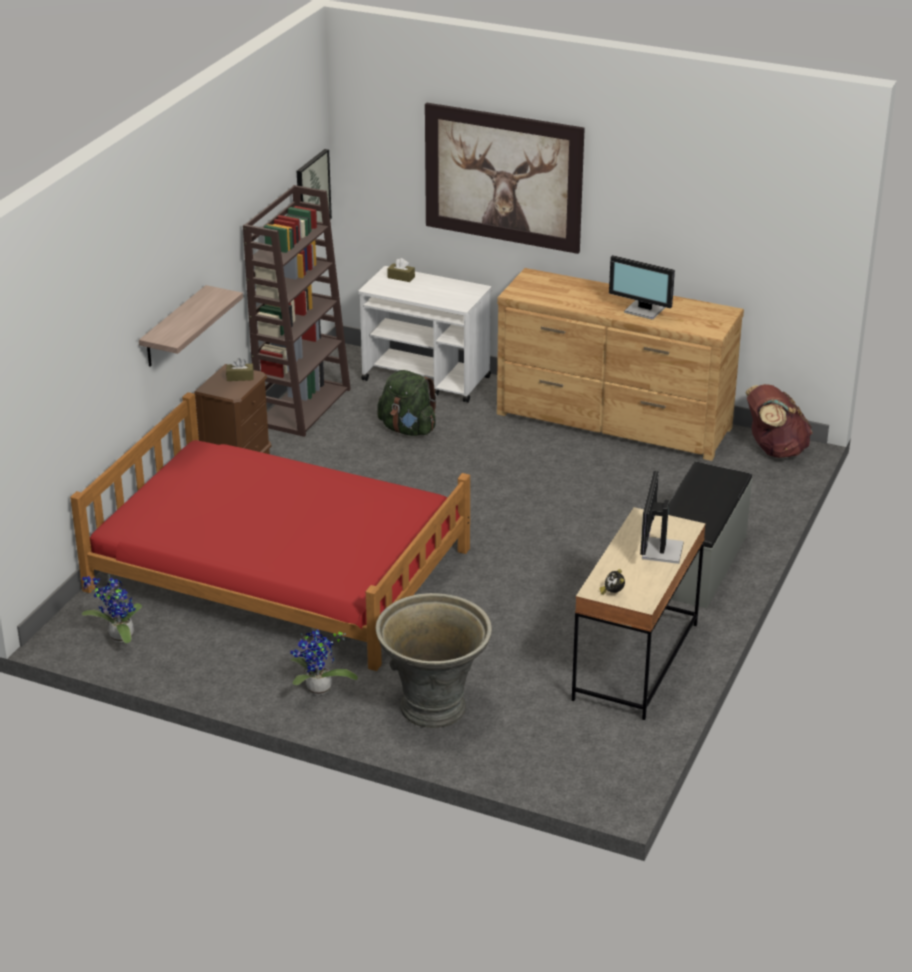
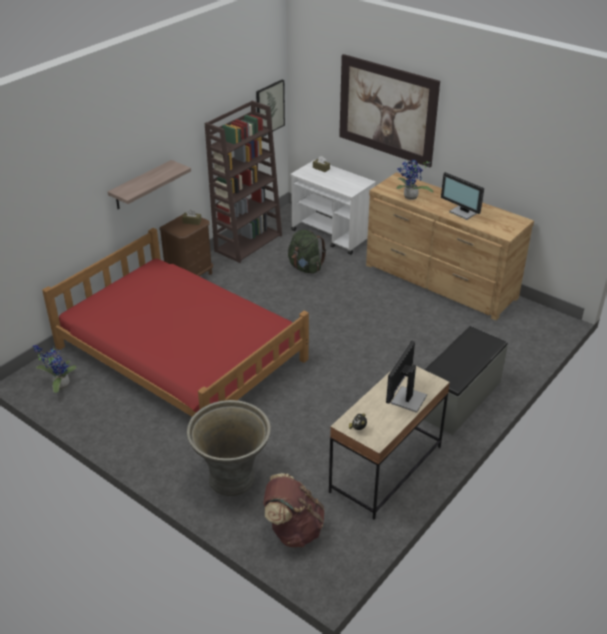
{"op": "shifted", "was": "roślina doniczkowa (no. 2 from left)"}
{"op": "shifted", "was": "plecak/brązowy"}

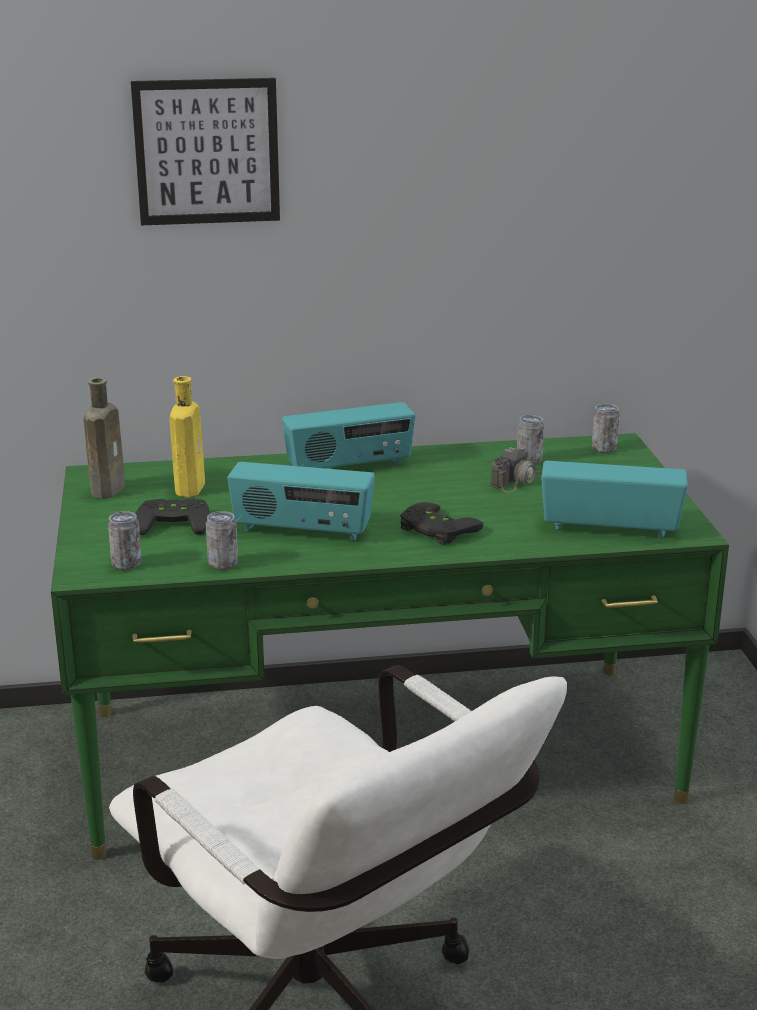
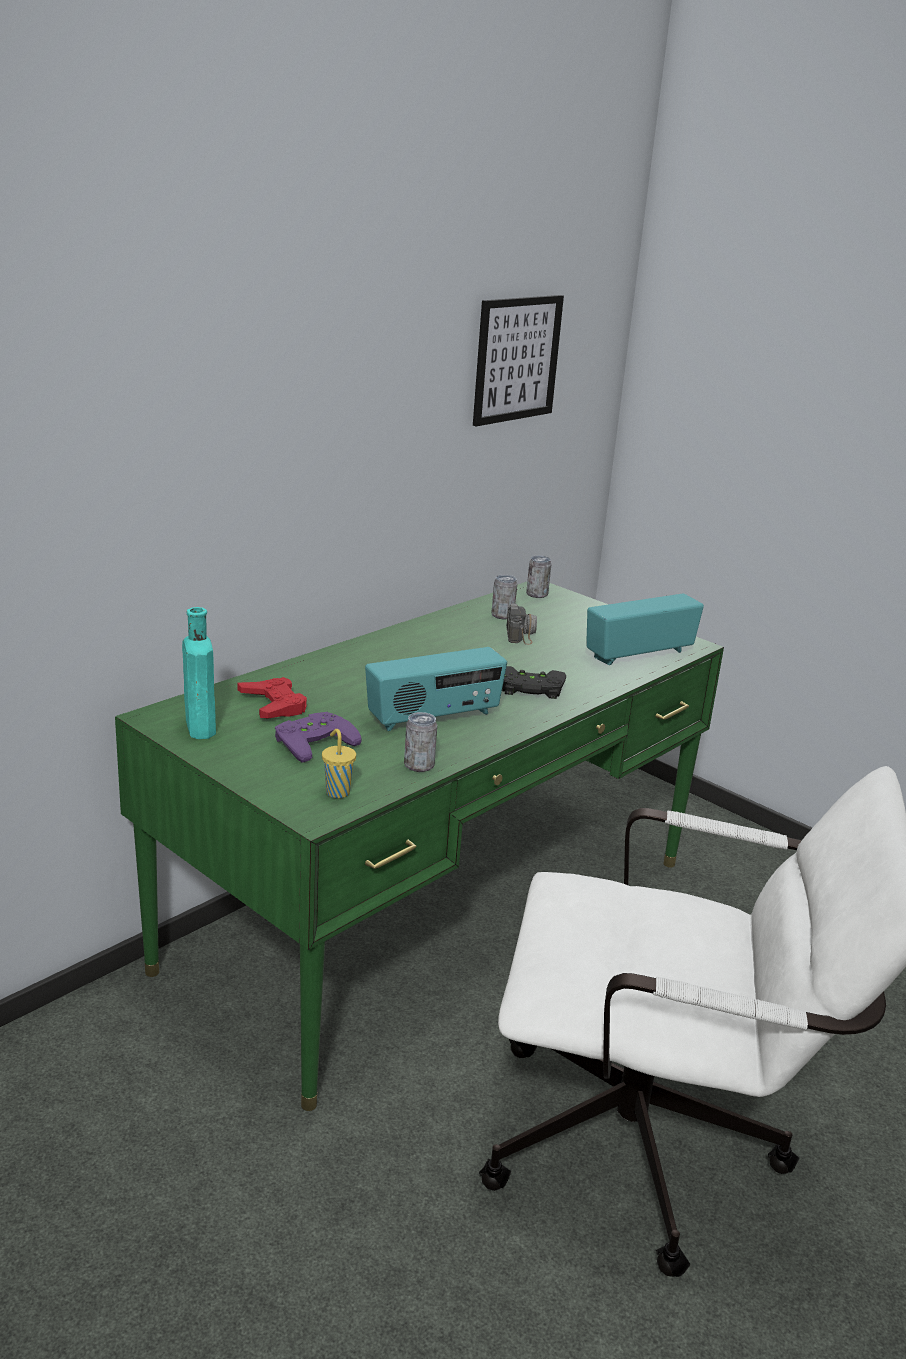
{"op": "gone", "was": "radio (no. 2 from left)"}
{"op": "shifted", "was": "obraz"}
{"op": "swapped", "was": "puszka (no. 1 from left)", "now": "filiżanka/żółty"}
{"op": "swapped", "was": "butelka/żółty", "now": "pad do gier/czerwony"}
{"op": "repainted", "was": "butelka/brązowy", "now": "butelka/turkusowy"}
{"op": "repainted", "was": "pad do gier/czarny (no. 1 from left)", "now": "pad do gier/fioletowy"}

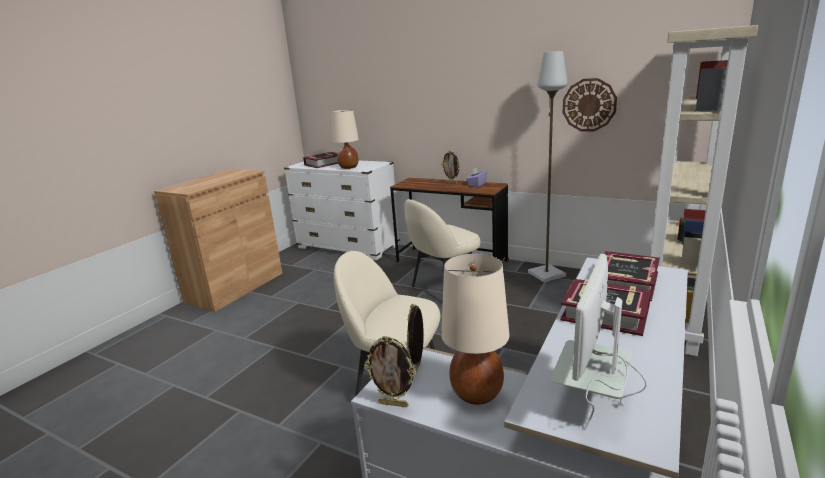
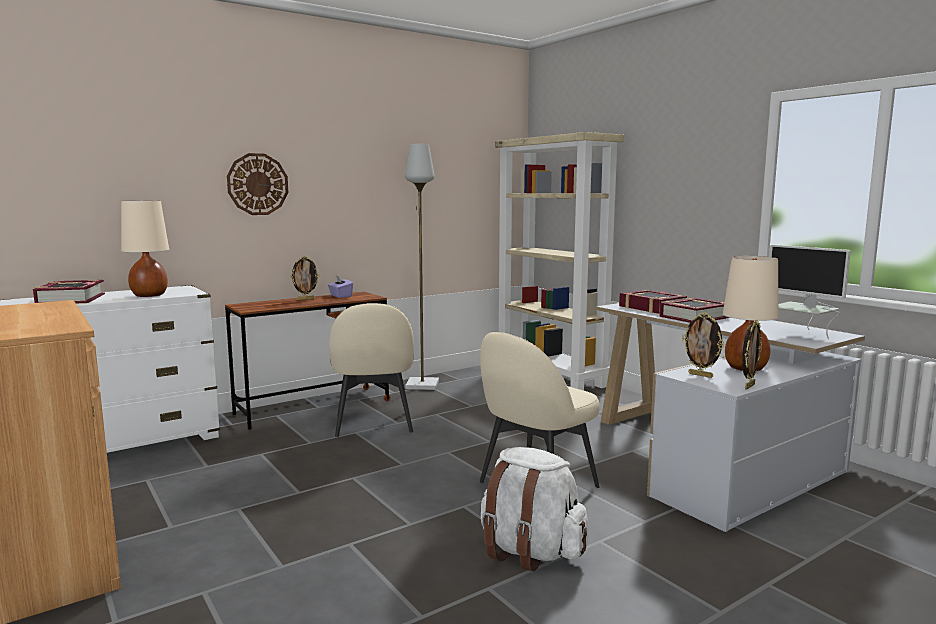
{"op": "new", "now": "plecak/biały"}
{"op": "shifted", "was": "zegar ścienny"}

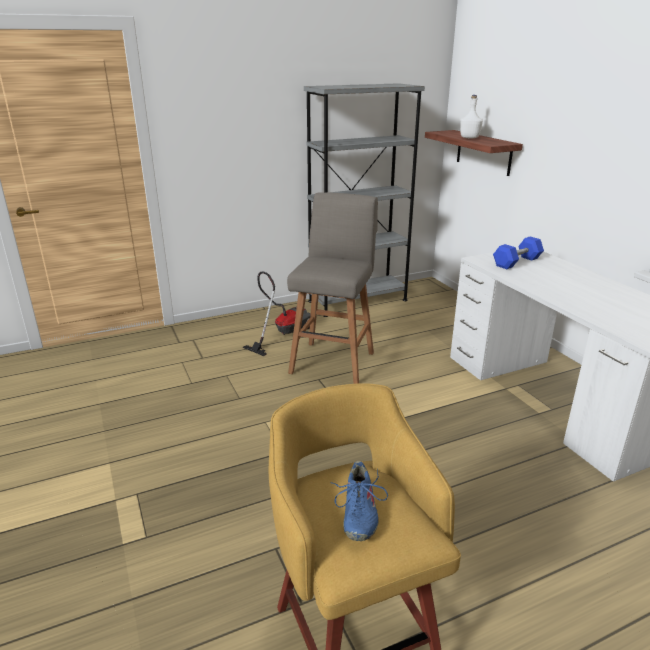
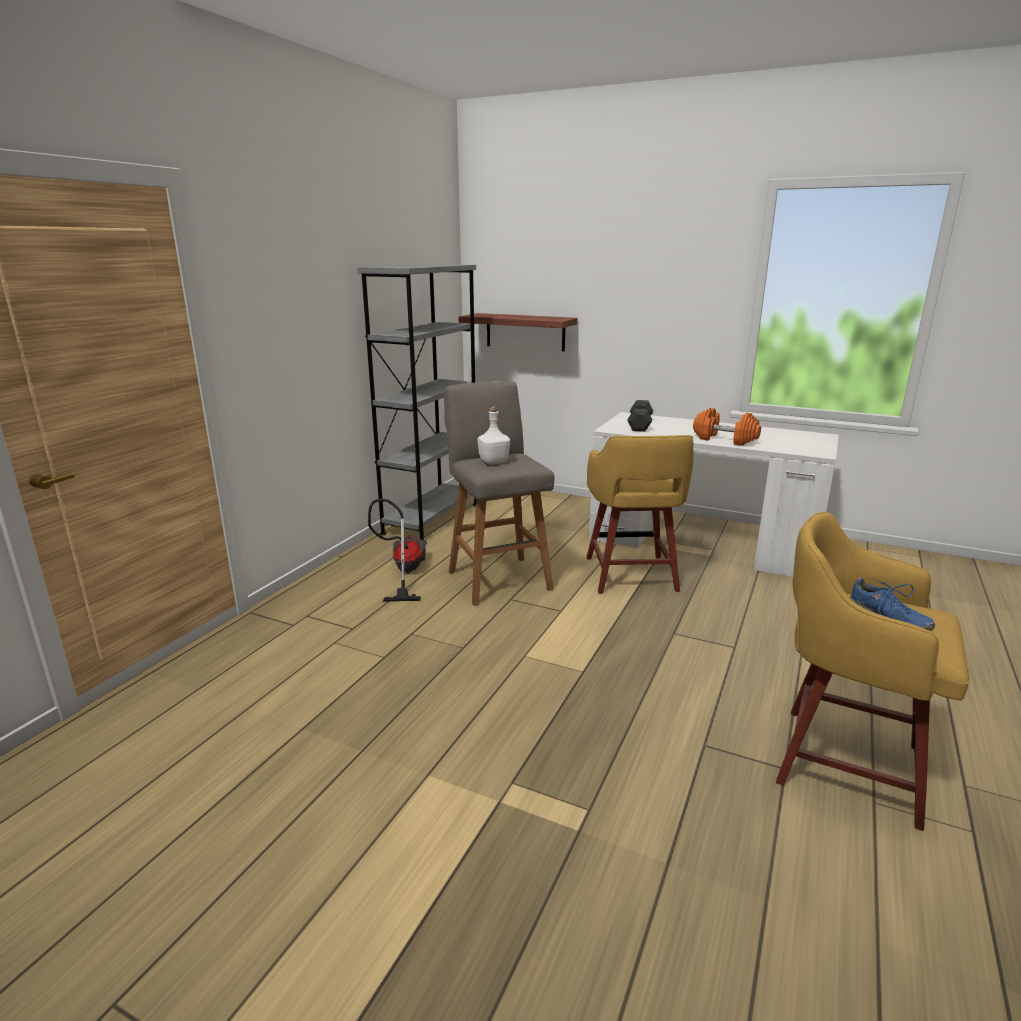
{"op": "new", "now": "stołek/żółty (no. 1 from left)"}
{"op": "new", "now": "hantel/pomarańczowy"}
{"op": "shifted", "was": "butelka/biały"}
{"op": "repainted", "was": "hantel/niebieski", "now": "hantel/szary"}

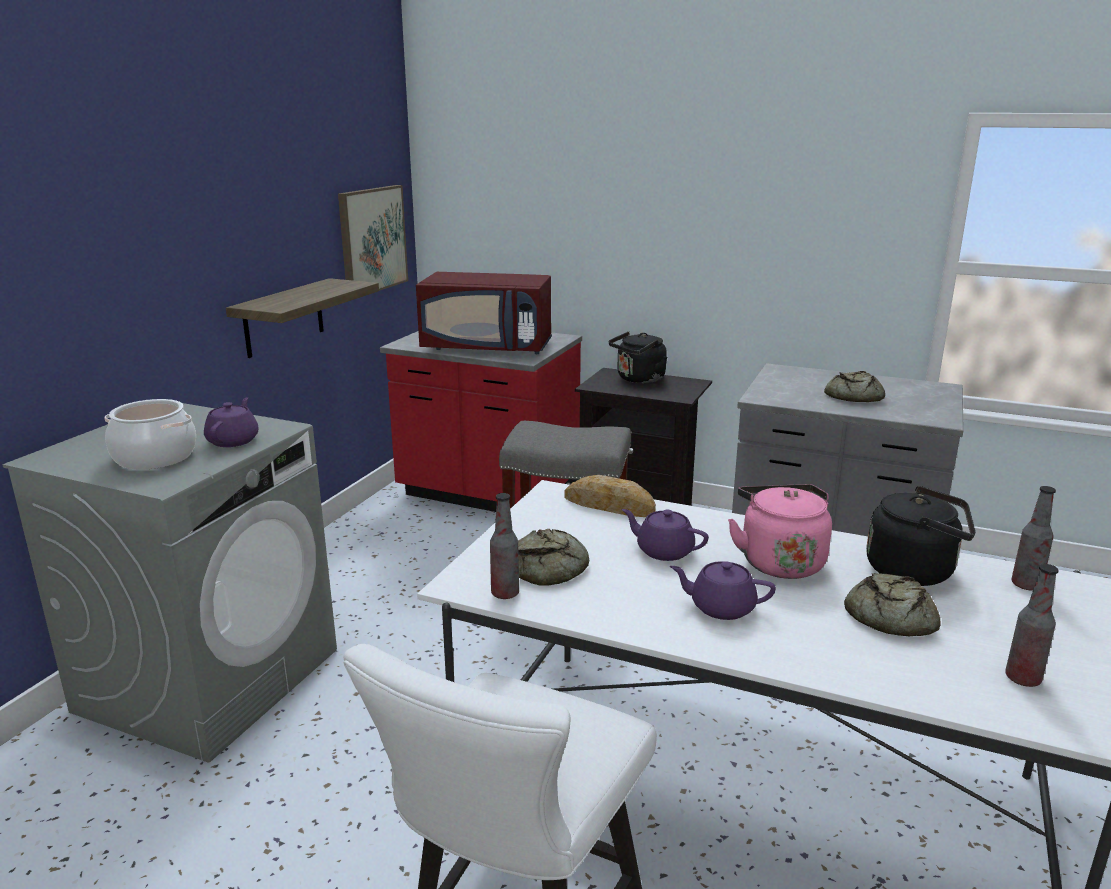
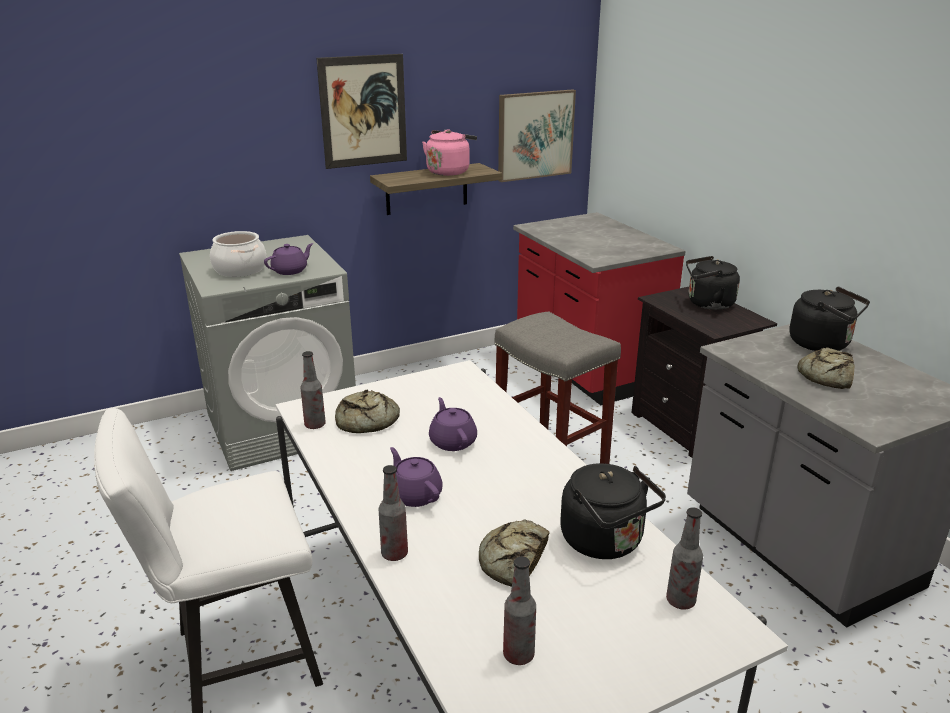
{"op": "gone", "was": "mikrofalówka/czerwony"}
{"op": "gone", "was": "chleb (no. 2 from left)"}
{"op": "new", "now": "obraz (no. 1 from left)"}
{"op": "new", "now": "butelka (no. 2 from left)"}
{"op": "new", "now": "czajnik/czarny (no. 3 from left)"}
{"op": "shifted", "was": "czajnik/różowy"}

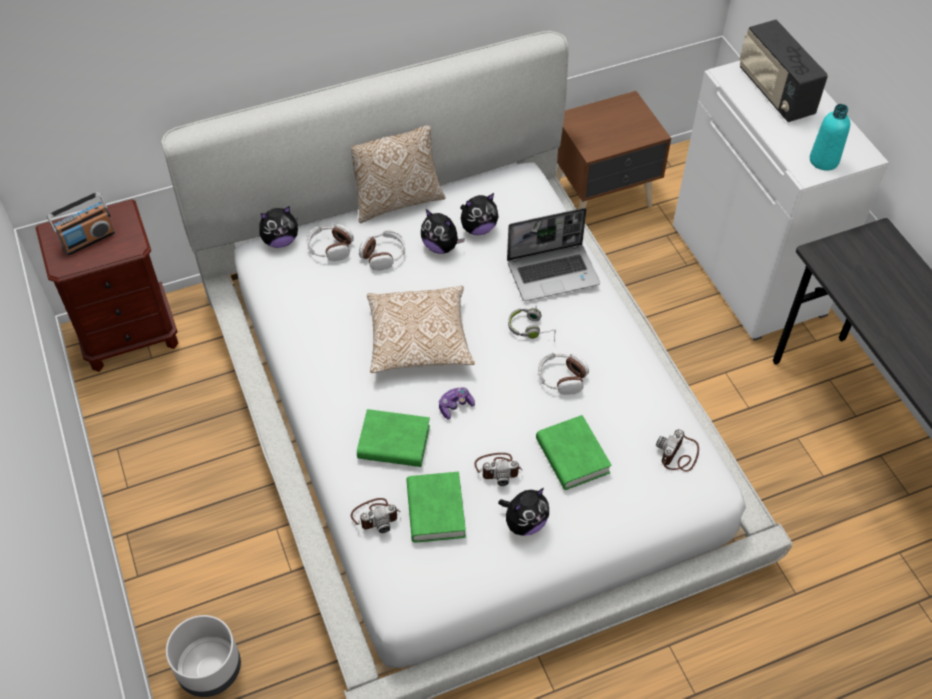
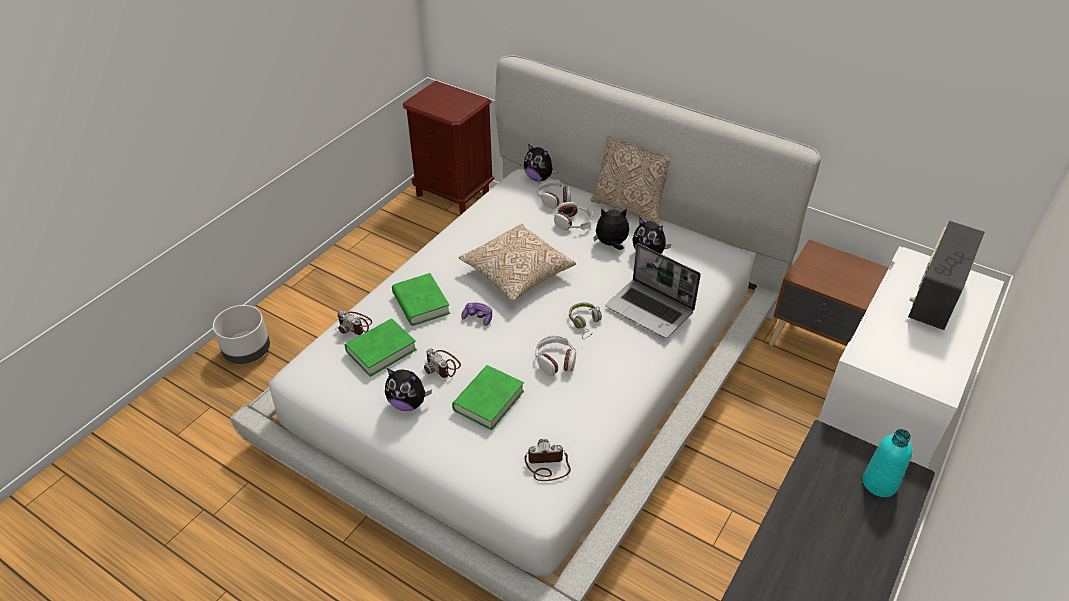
{"op": "gone", "was": "radio (no. 1 from left)"}
{"op": "shifted", "was": "butelka/turkusowy"}
{"op": "rotated", "was": "pluszak (no. 2 from left in the first image)", "clockwise": 90}

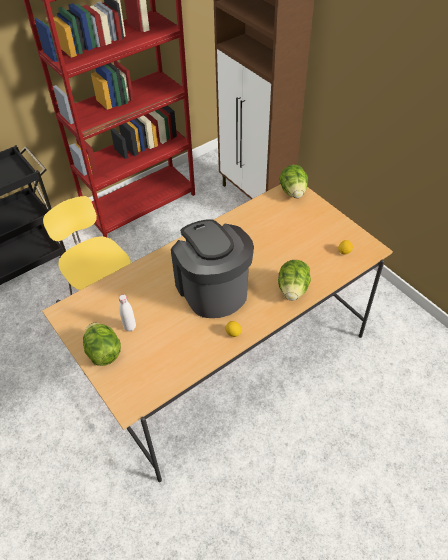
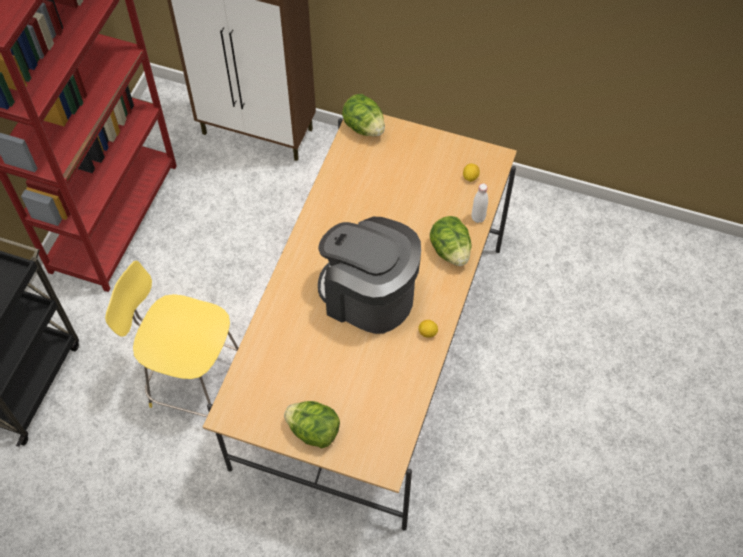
{"op": "shifted", "was": "butelka/biały"}

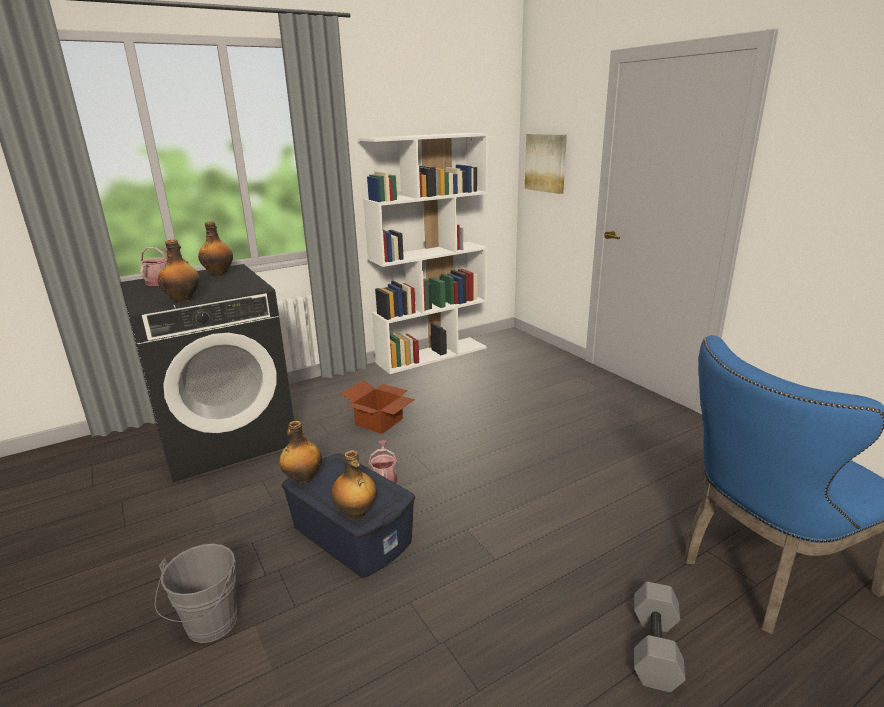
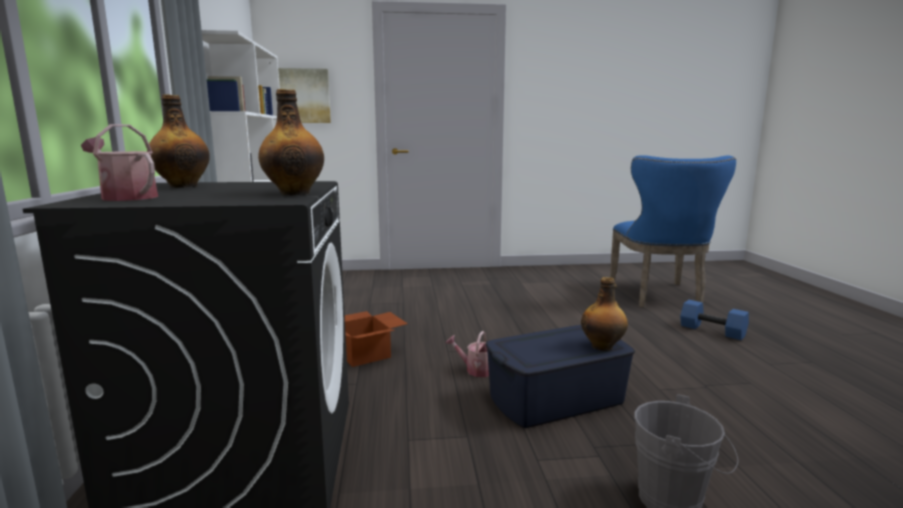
{"op": "gone", "was": "butelka (no. 3 from left)"}
{"op": "repainted", "was": "hantel/szary", "now": "hantel/niebieski"}

